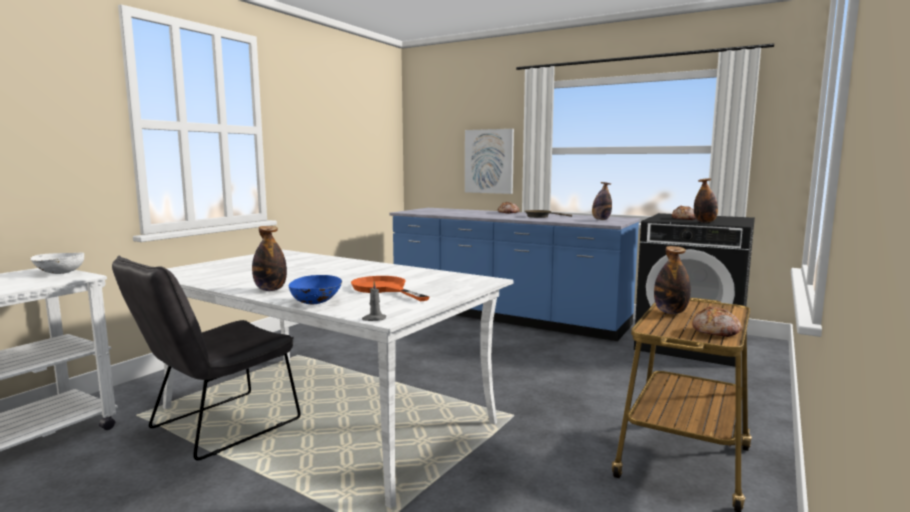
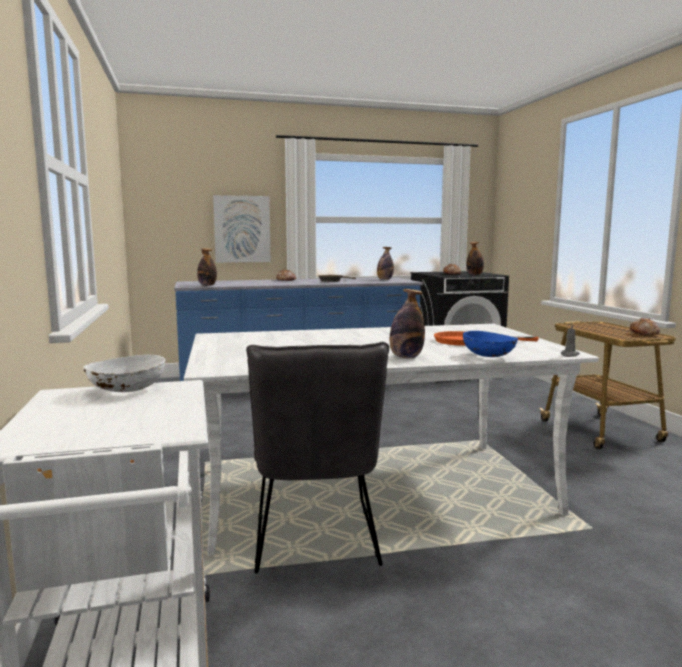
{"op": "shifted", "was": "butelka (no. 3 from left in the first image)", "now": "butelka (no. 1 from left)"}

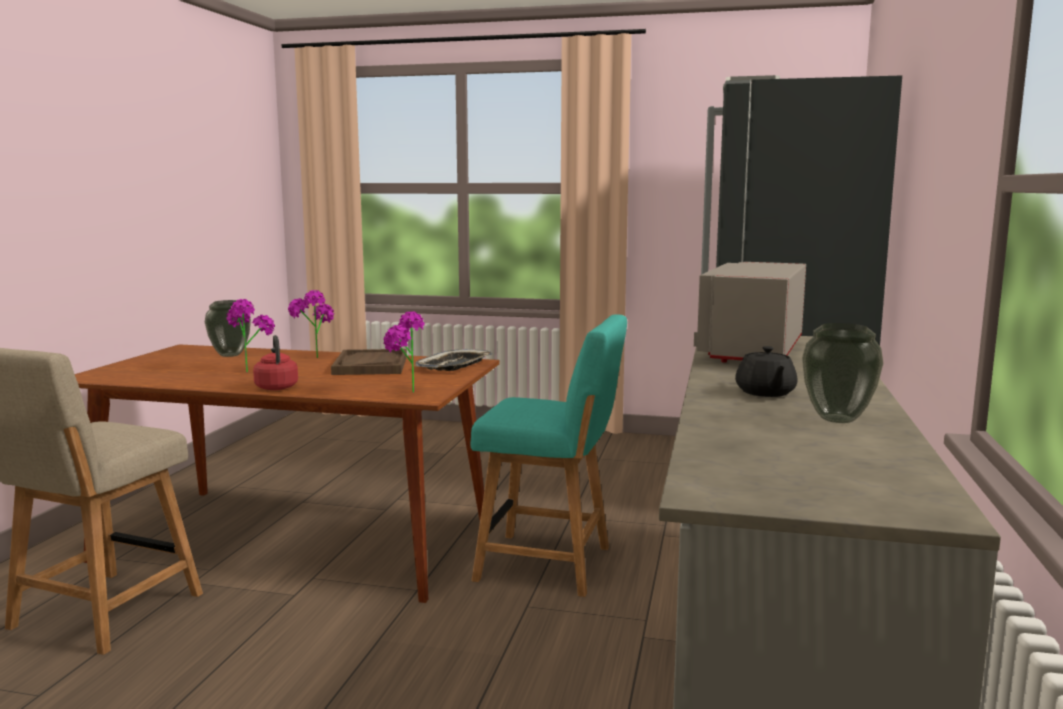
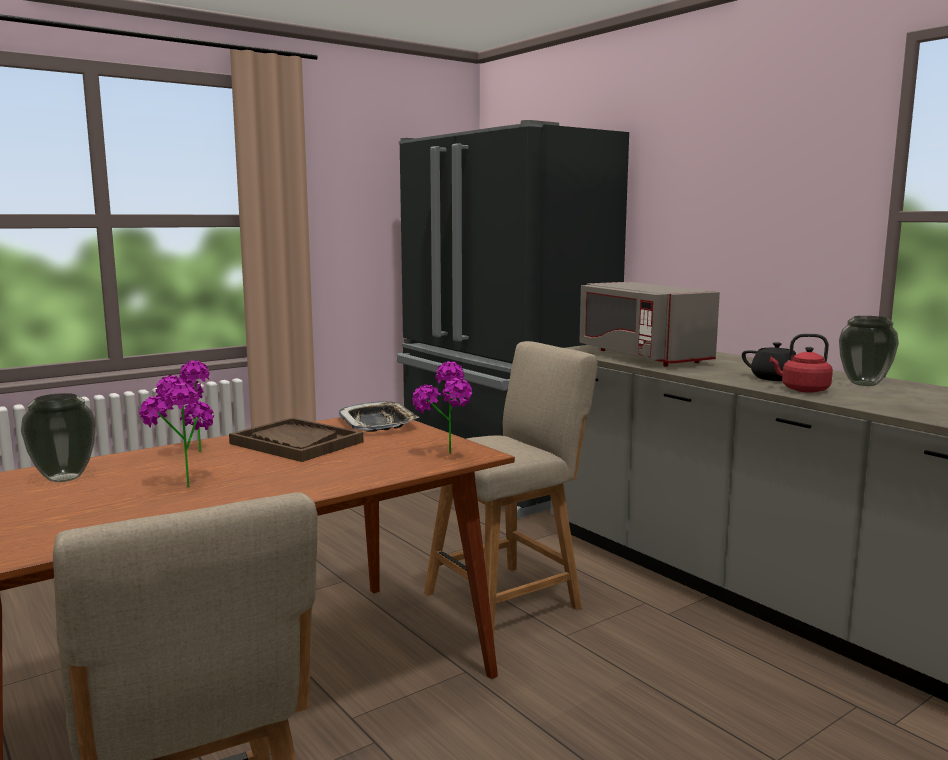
{"op": "shifted", "was": "czajnik/czerwony"}
{"op": "repainted", "was": "krzesło/turkusowy", "now": "krzesło/beżowy (no. 2 from left)"}

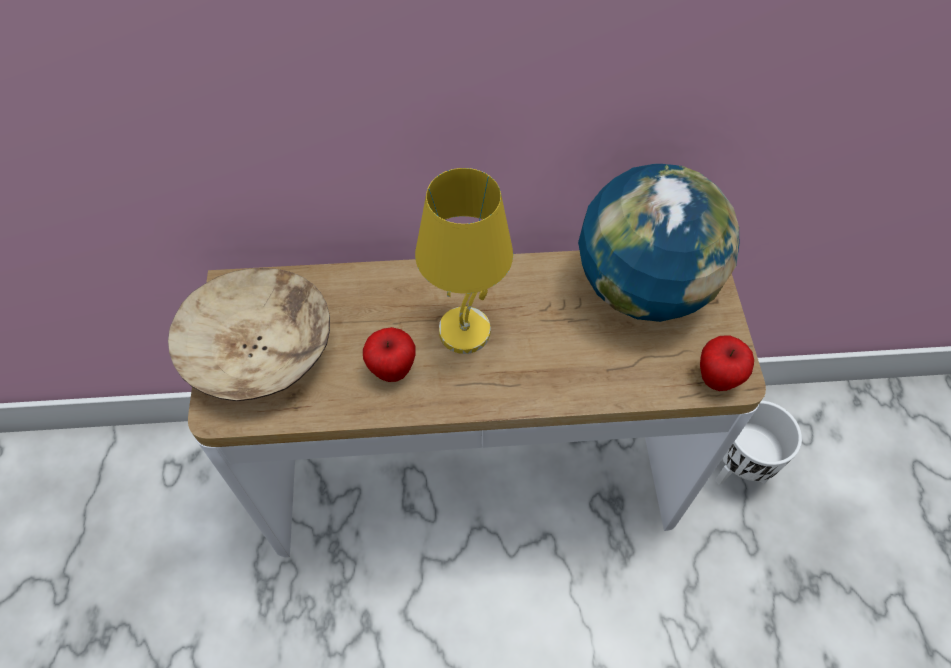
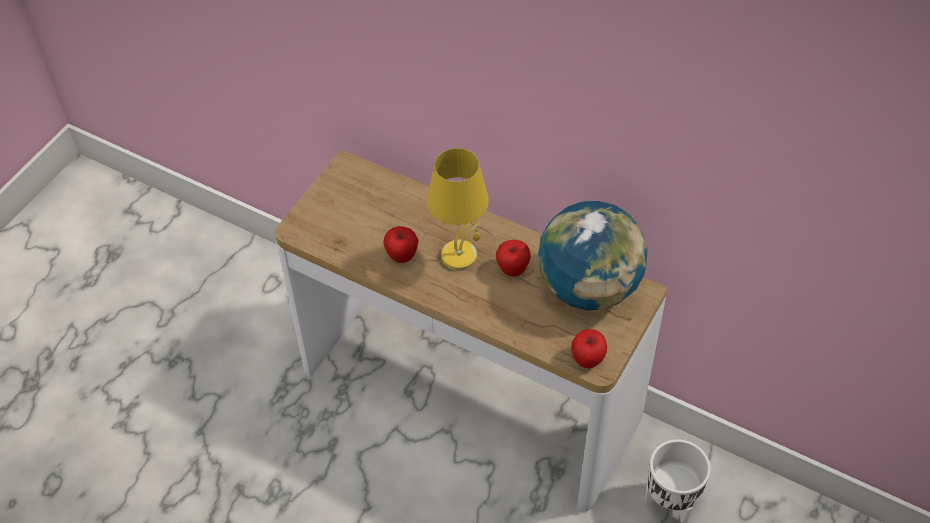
{"op": "gone", "was": "miska/beżowy"}
{"op": "new", "now": "jabłko (no. 2 from left)"}

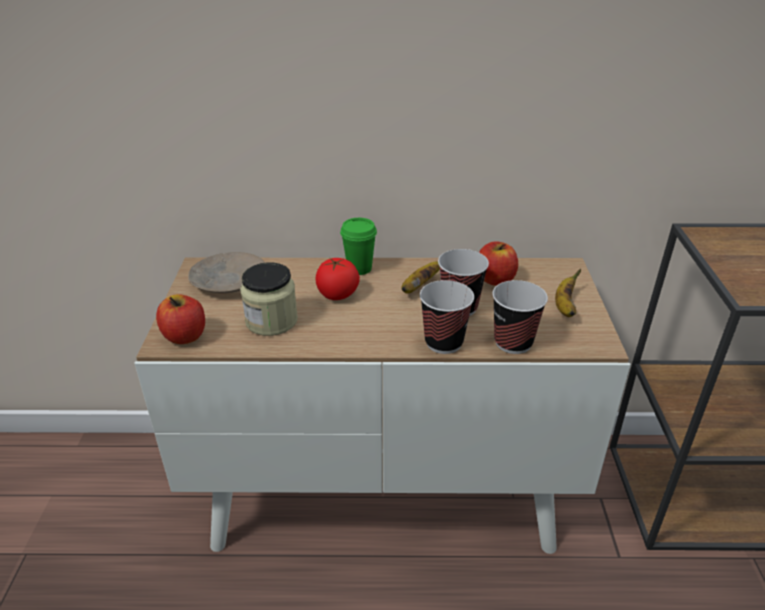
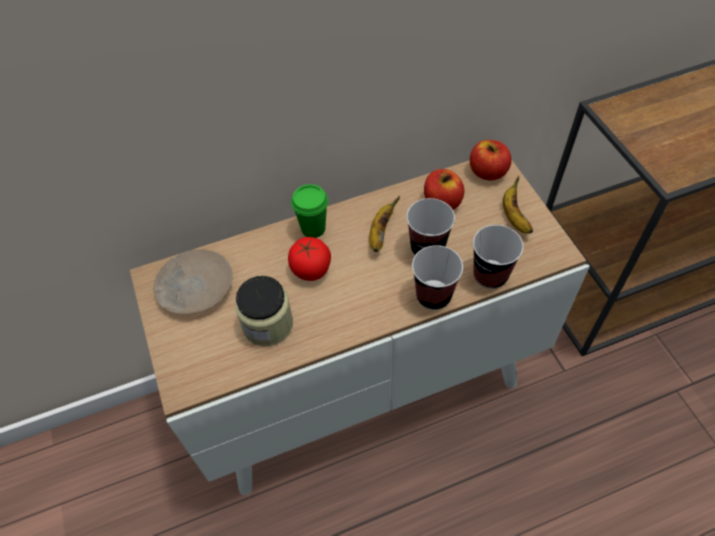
{"op": "shifted", "was": "jabłko (no. 1 from left in the first image)", "now": "jabłko (no. 2 from left)"}

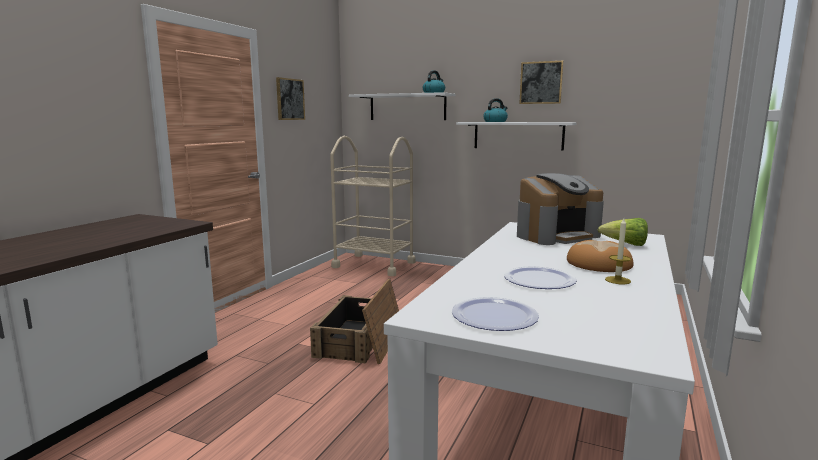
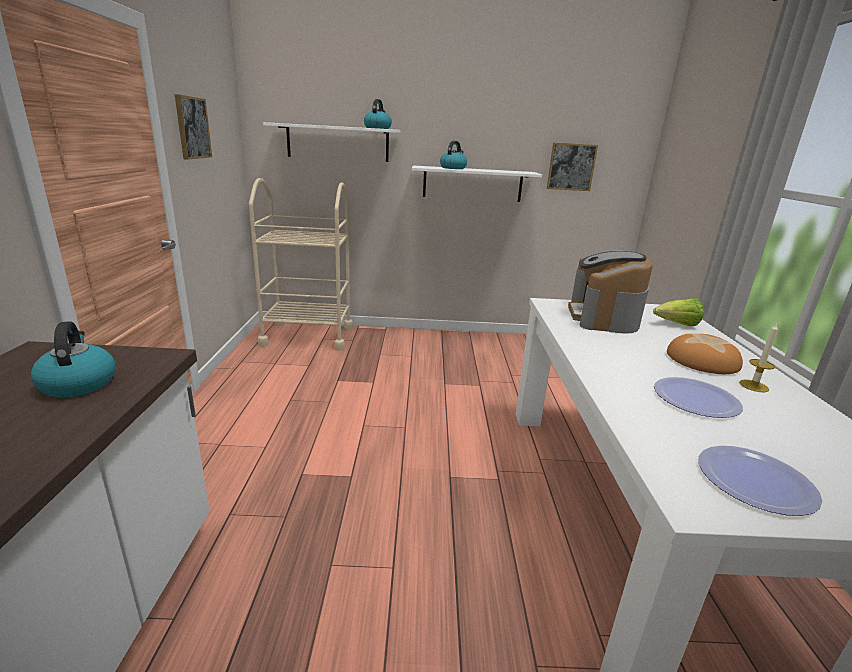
{"op": "gone", "was": "skrzynka"}
{"op": "new", "now": "czajnik (no. 1 from left)"}
{"op": "shifted", "was": "obraz (no. 2 from left)"}
{"op": "rotated", "was": "ekspres do kawy", "clockwise": 150}

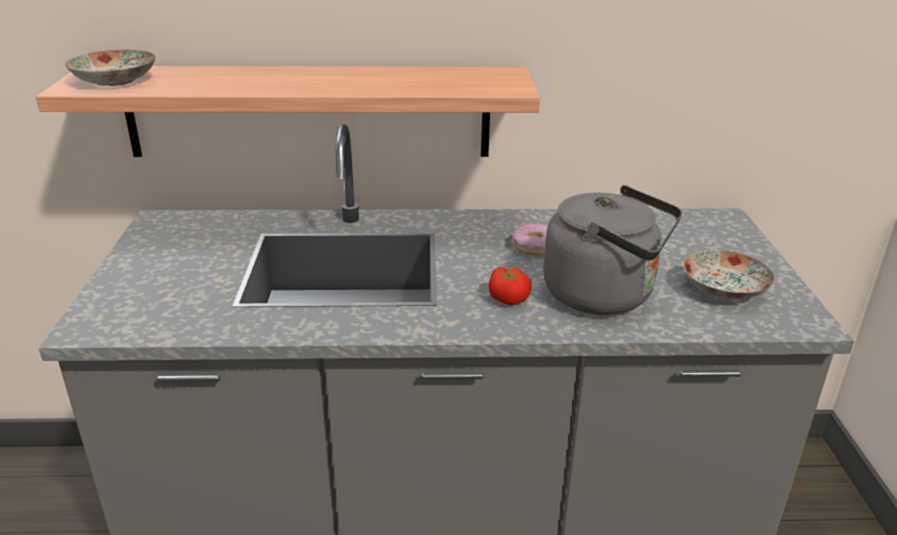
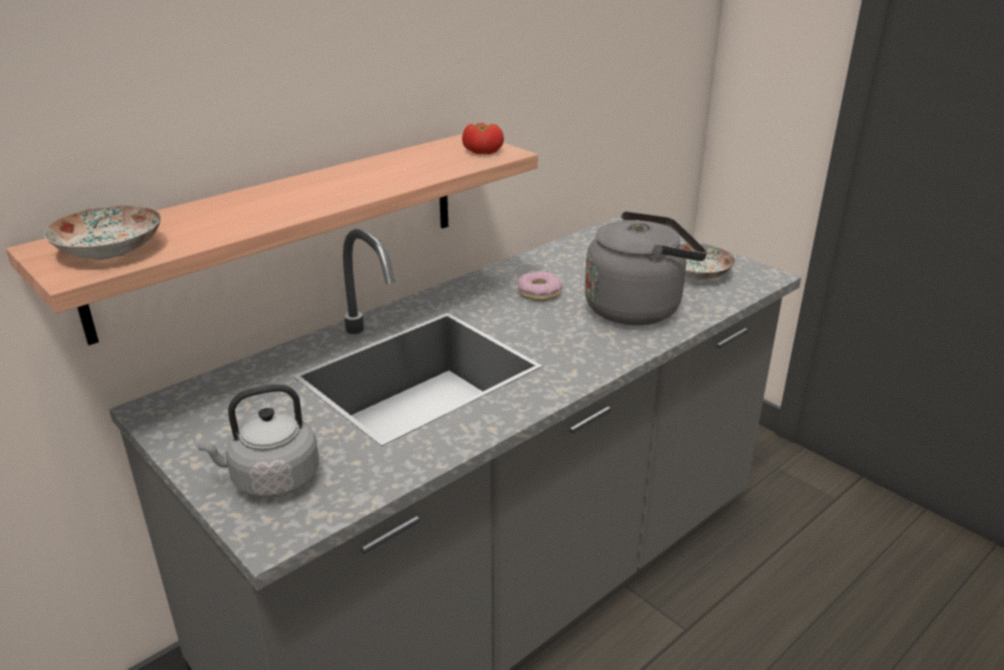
{"op": "new", "now": "czajnik/szary (no. 1 from left)"}
{"op": "shifted", "was": "pomidor"}

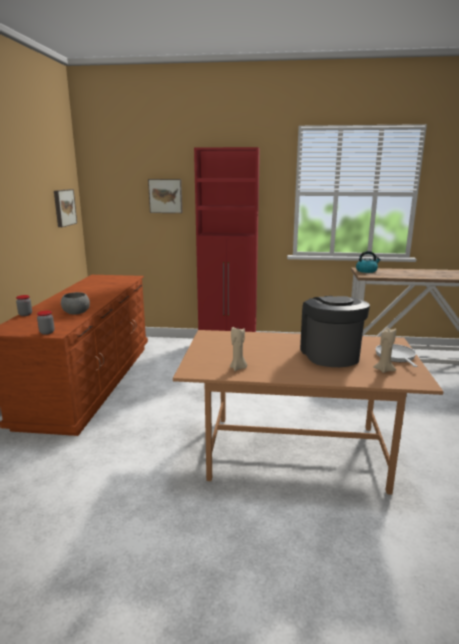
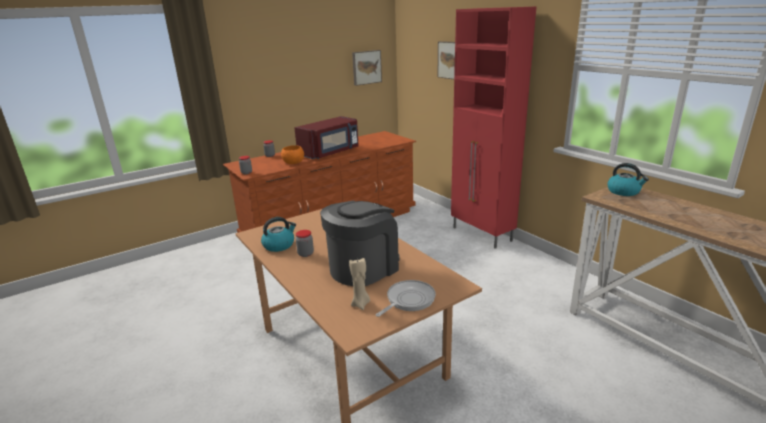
{"op": "new", "now": "mikrofalówka/czerwony"}
{"op": "new", "now": "słoik (no. 3 from left)"}
{"op": "swapped", "was": "świeca/beżowy (no. 1 from left)", "now": "czajnik (no. 1 from left)"}
{"op": "repainted", "was": "miska/szary", "now": "miska/pomarańczowy"}

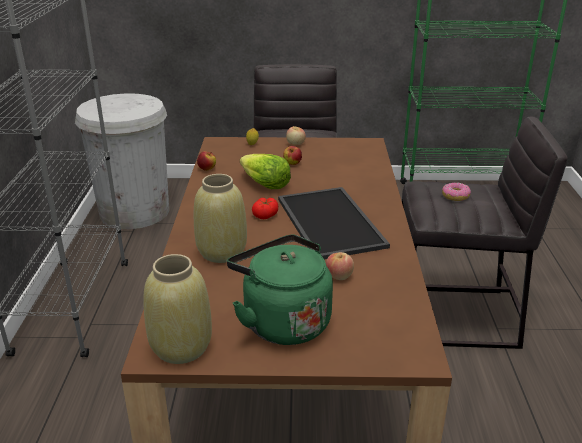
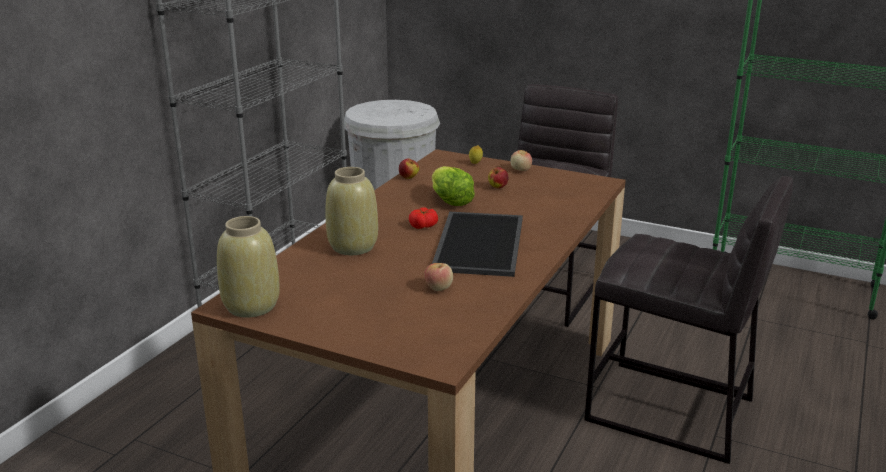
{"op": "gone", "was": "czajnik/zielony"}
{"op": "gone", "was": "donut"}

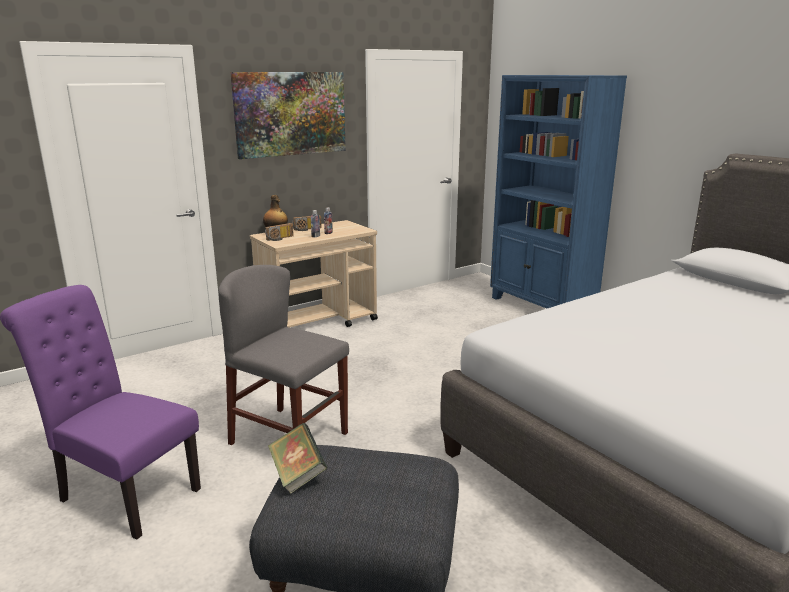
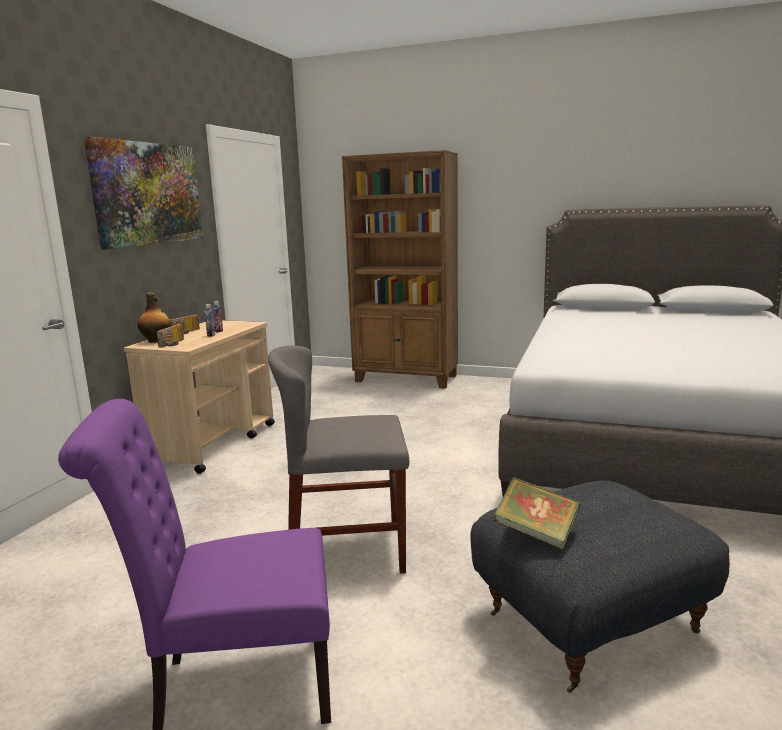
{"op": "repainted", "was": "regał/niebieski", "now": "regał/brązowy"}

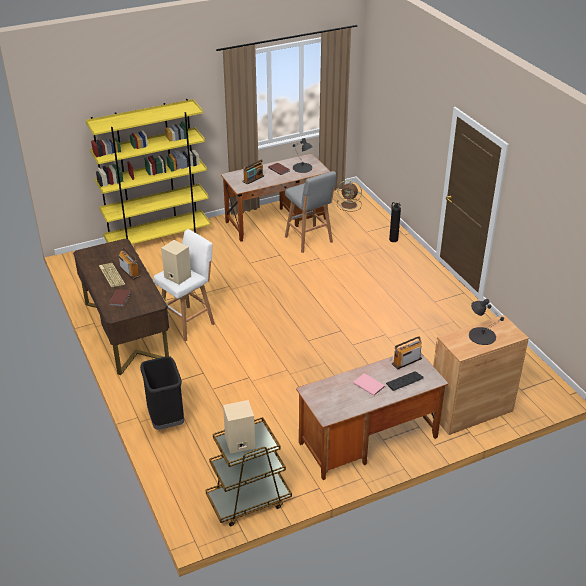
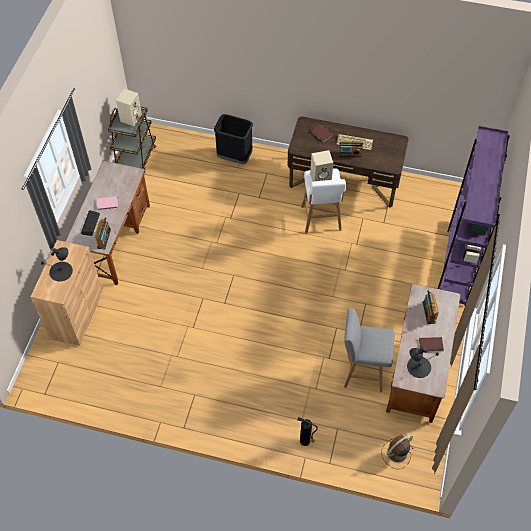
{"op": "repainted", "was": "regał/żółty", "now": "regał/fioletowy"}

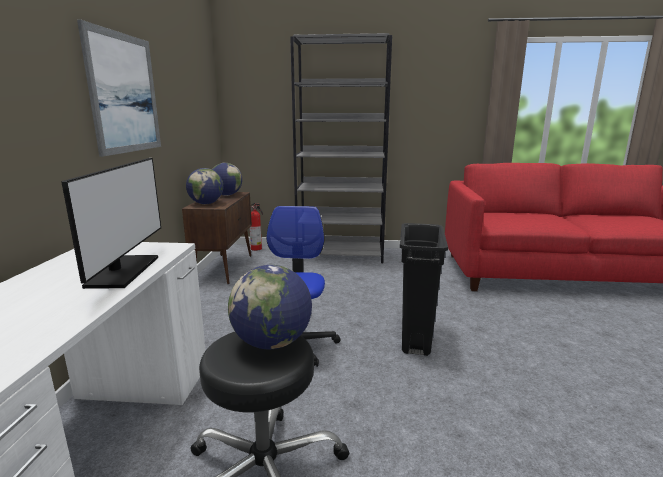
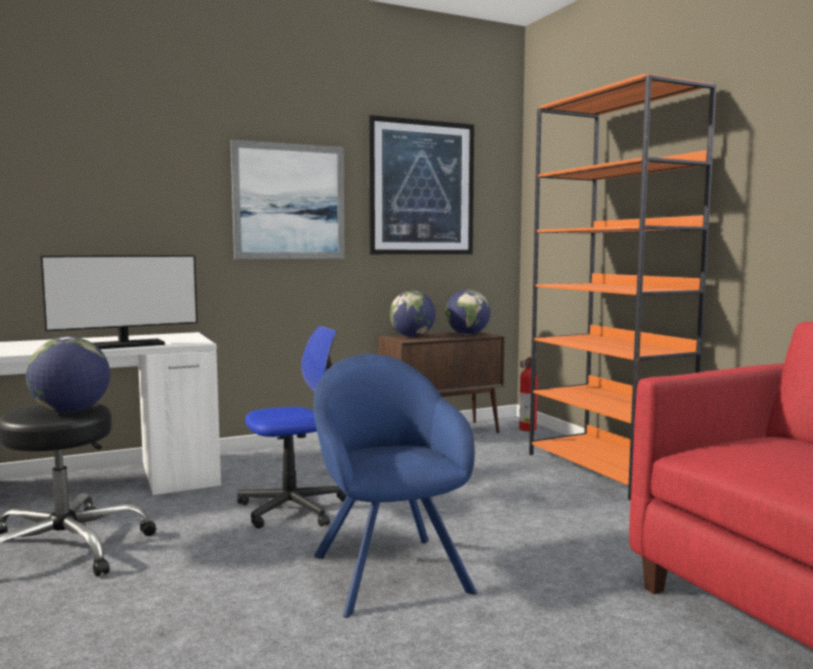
{"op": "new", "now": "obraz (no. 2 from left)"}
{"op": "swapped", "was": "kosz na śmieci/czarny", "now": "fotel/niebieski"}
{"op": "repainted", "was": "regał/szary", "now": "regał/pomarańczowy"}

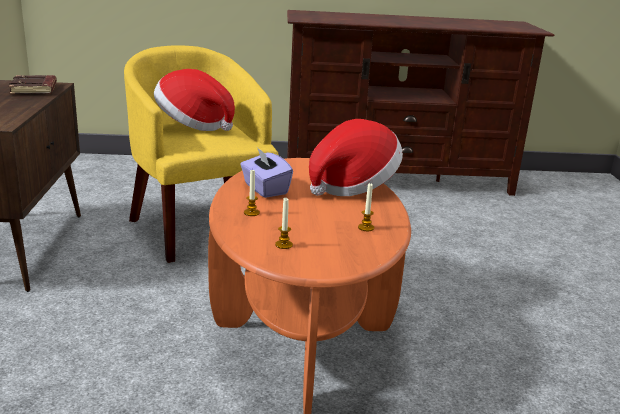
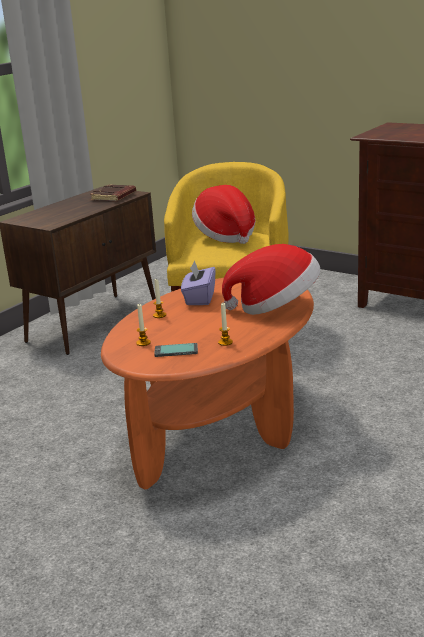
{"op": "new", "now": "telefon"}

